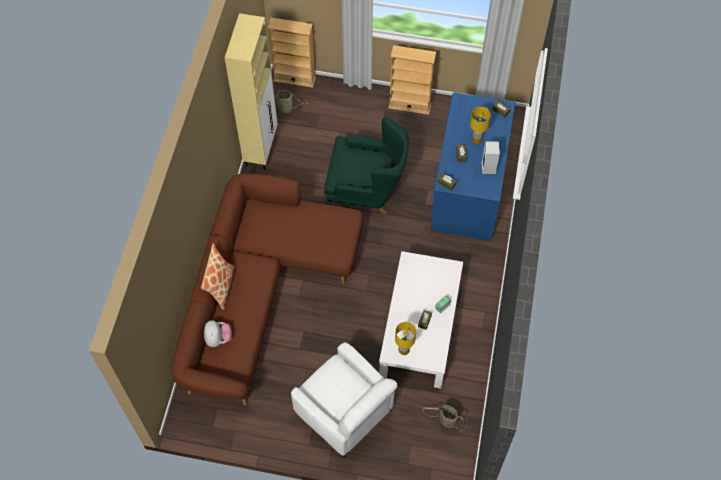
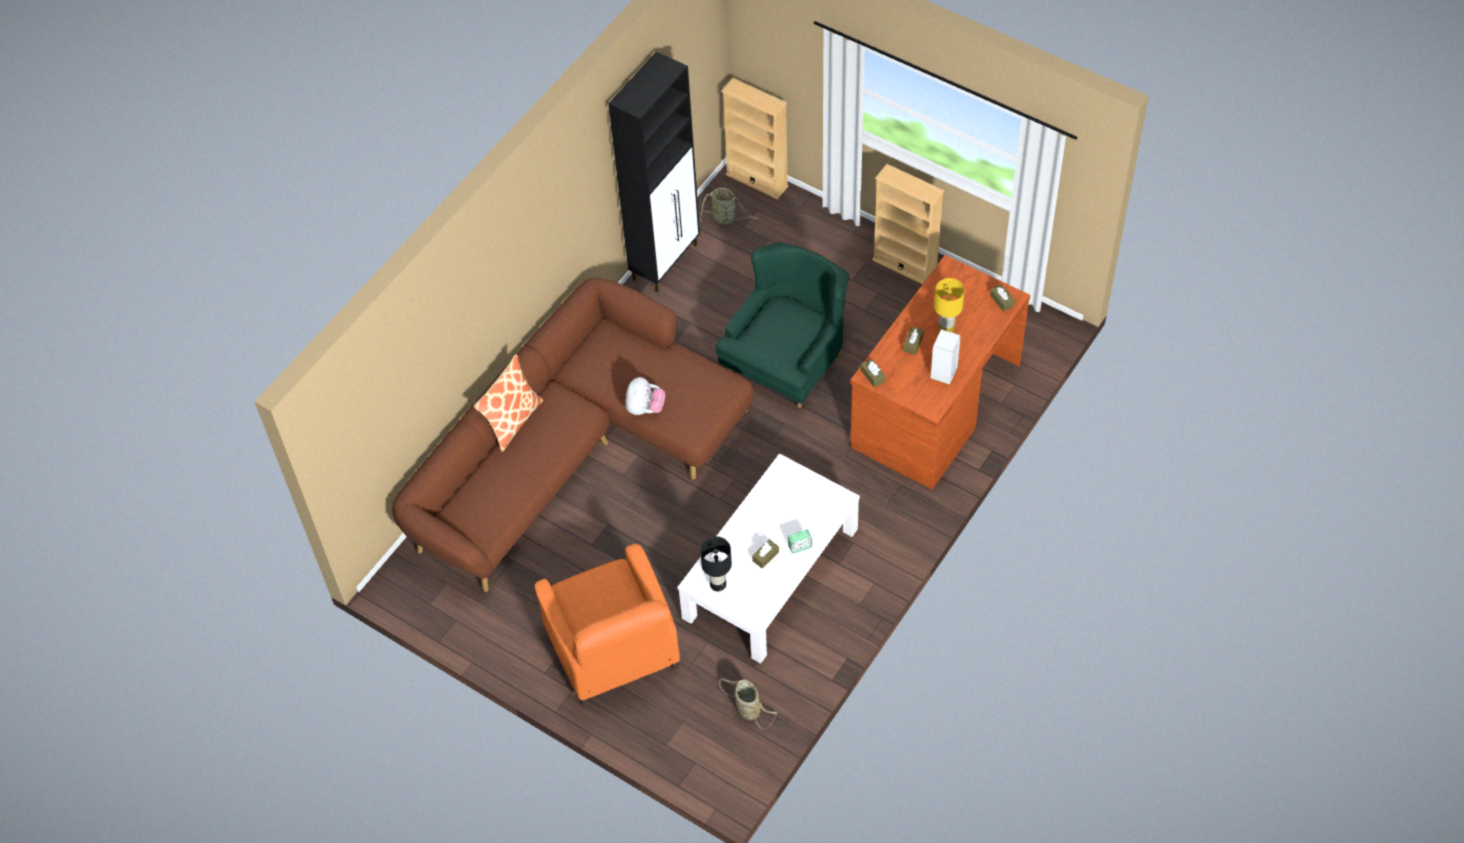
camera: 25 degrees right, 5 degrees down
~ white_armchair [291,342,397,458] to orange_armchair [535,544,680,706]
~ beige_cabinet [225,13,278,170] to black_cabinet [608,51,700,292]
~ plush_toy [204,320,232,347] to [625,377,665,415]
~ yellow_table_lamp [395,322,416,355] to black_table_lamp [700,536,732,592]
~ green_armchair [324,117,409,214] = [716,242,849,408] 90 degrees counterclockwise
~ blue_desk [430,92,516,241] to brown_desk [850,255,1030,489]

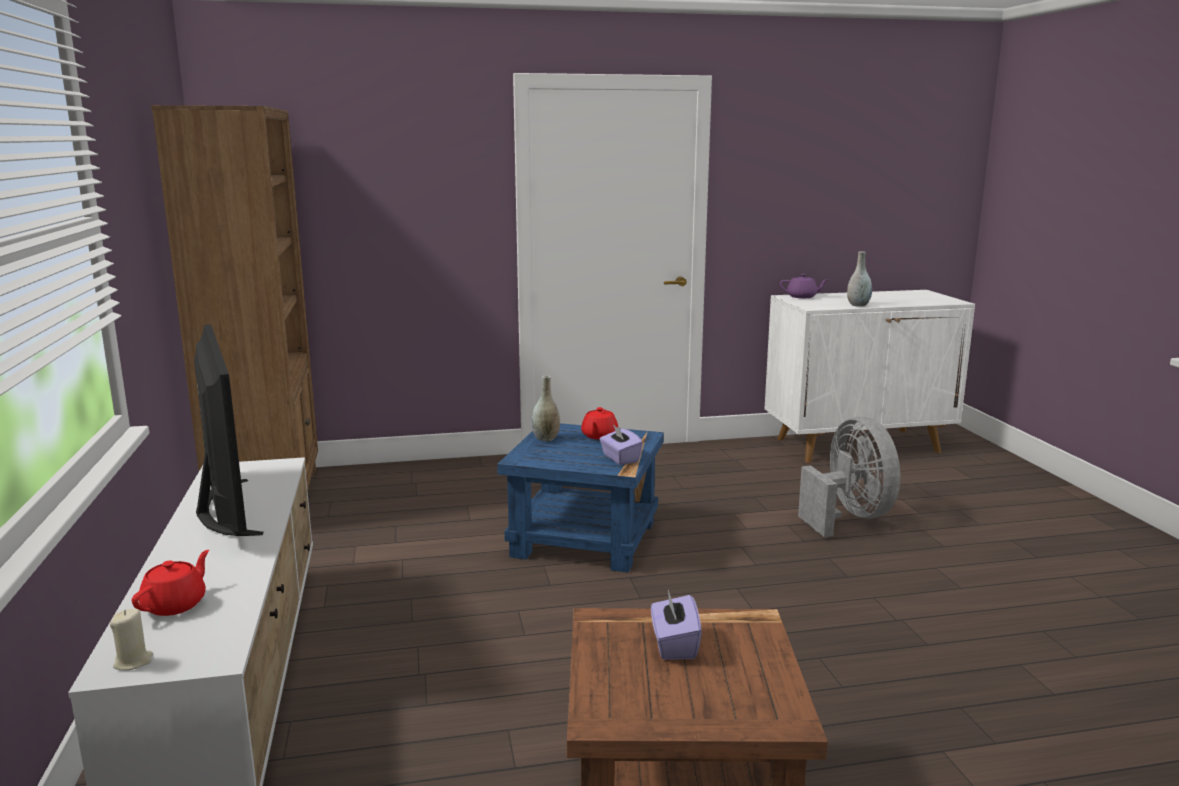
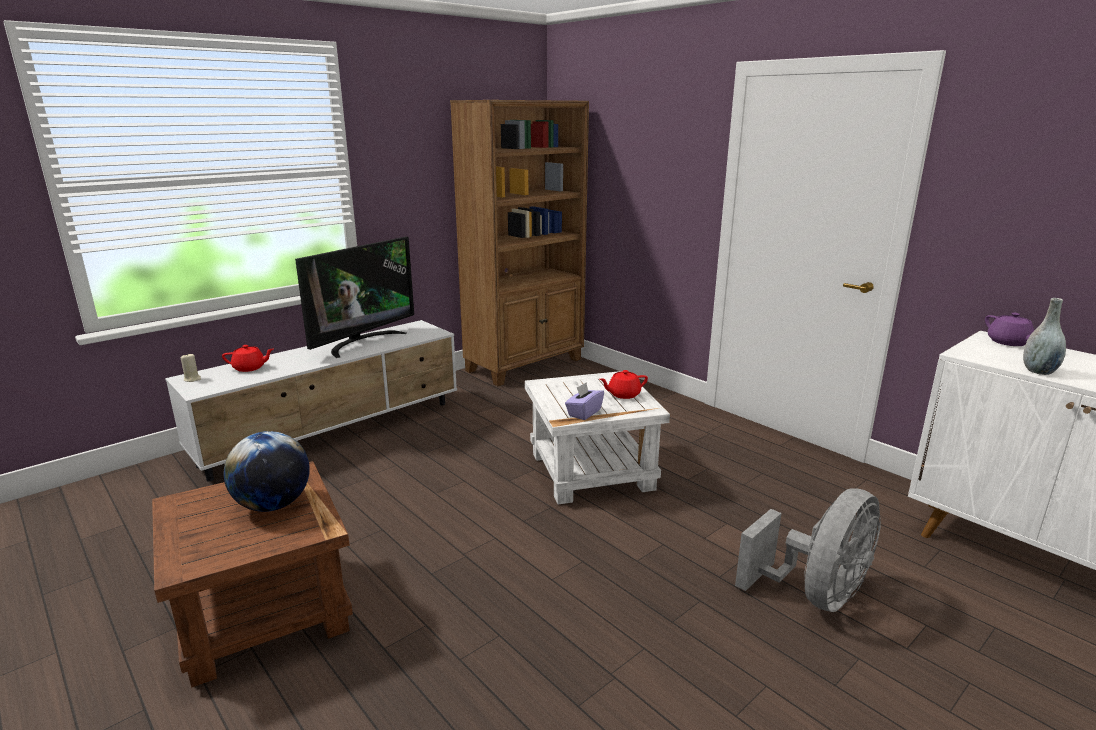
camera: 60 degrees right, 5 degrees up
~ purple_tissue_box [651,590,702,660] to globe [224,431,310,512]
~ blue_side_table [497,423,664,573] to white_side_table [525,371,670,505]
- grey_vase [531,376,560,442]

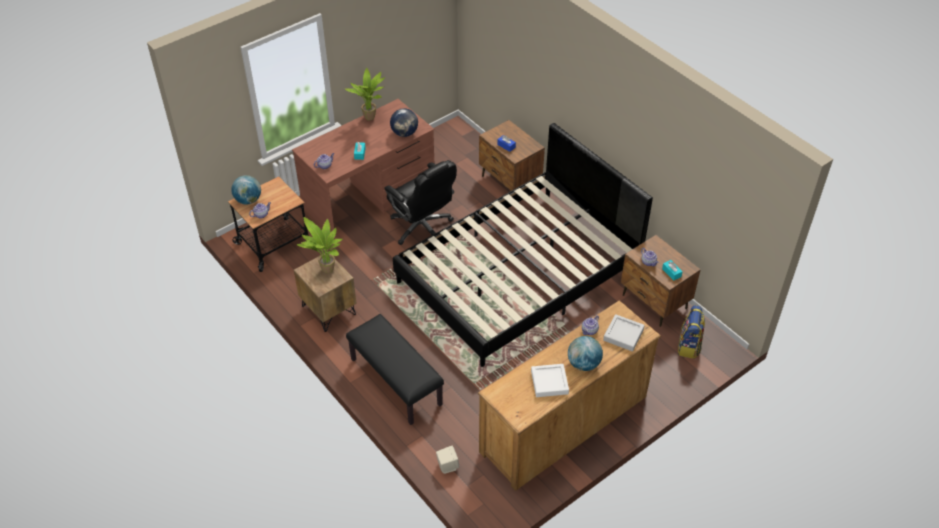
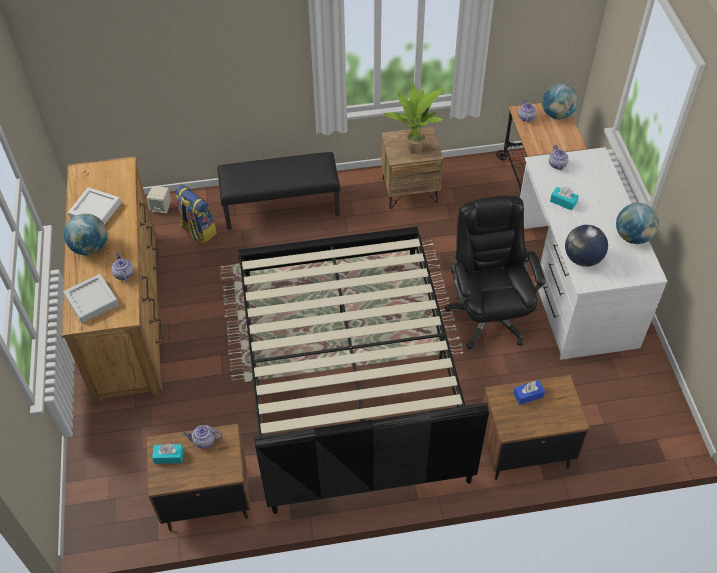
camera: 120 degrees right, 5 degrees up
~ backpack [678,306,705,359] to [175,185,217,244]
~ black_office_chair [384,160,457,245] = [445,195,546,349] 90 degrees clockwise
~ brown_desk [292,99,434,239] to white_desk [520,147,668,360]
~ potted_plant [344,68,385,121] to globe [616,203,659,244]

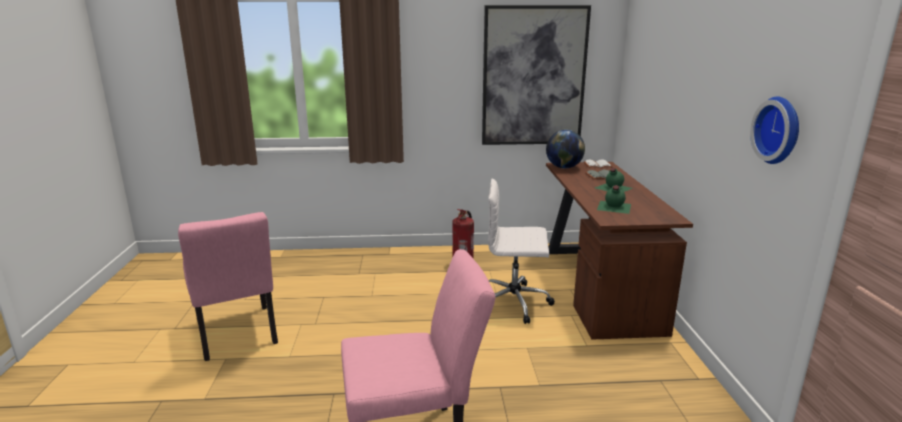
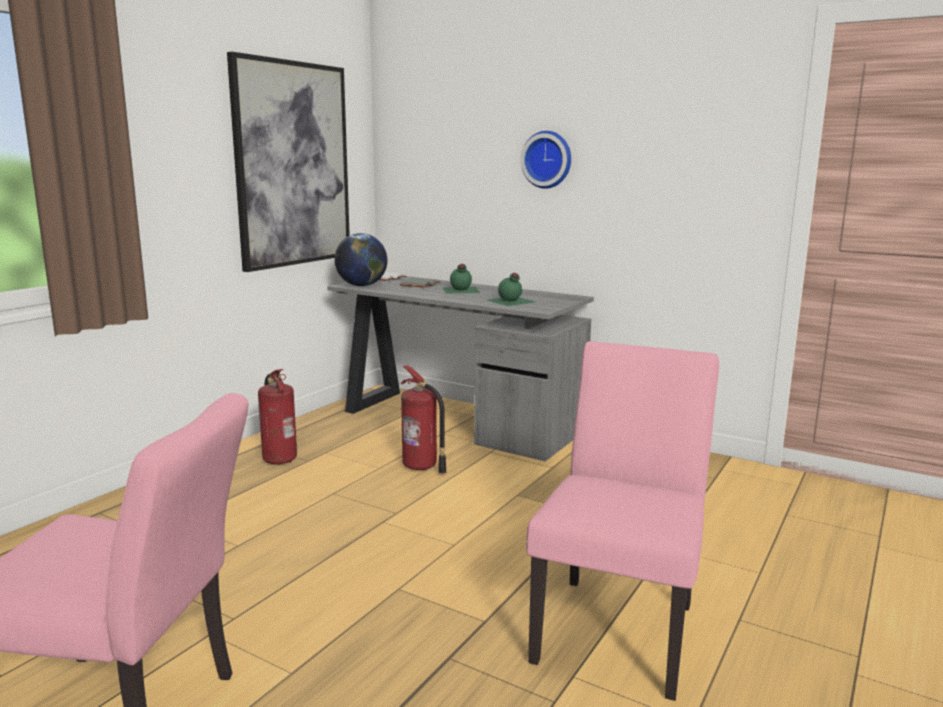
camera: 55 degrees left, 5 degrees down
~ brown_desk [546,162,693,340] to grey_desk [327,276,594,461]
~ white_office_chair [488,179,555,324] to fire_extinguisher [400,365,447,474]
~ wall_clock [750,97,799,164] to [521,131,571,189]

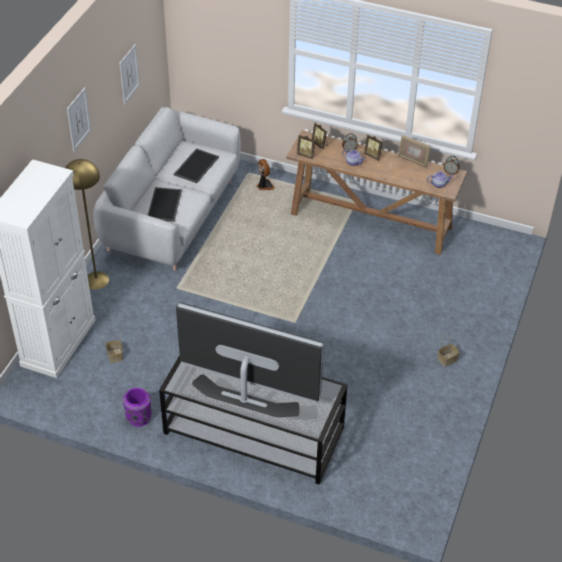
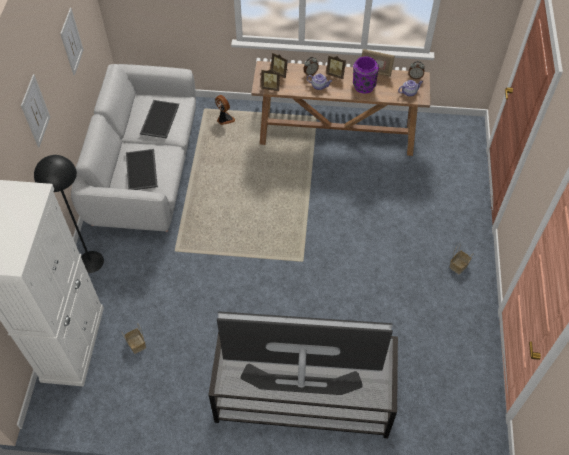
camera: 15 degrees left, 10 degrees up
~ yellow_floor_lamp [65,159,109,290] to black_floor_lamp [34,155,104,273]
~ purple_vase [123,388,152,427] to [353,56,379,94]

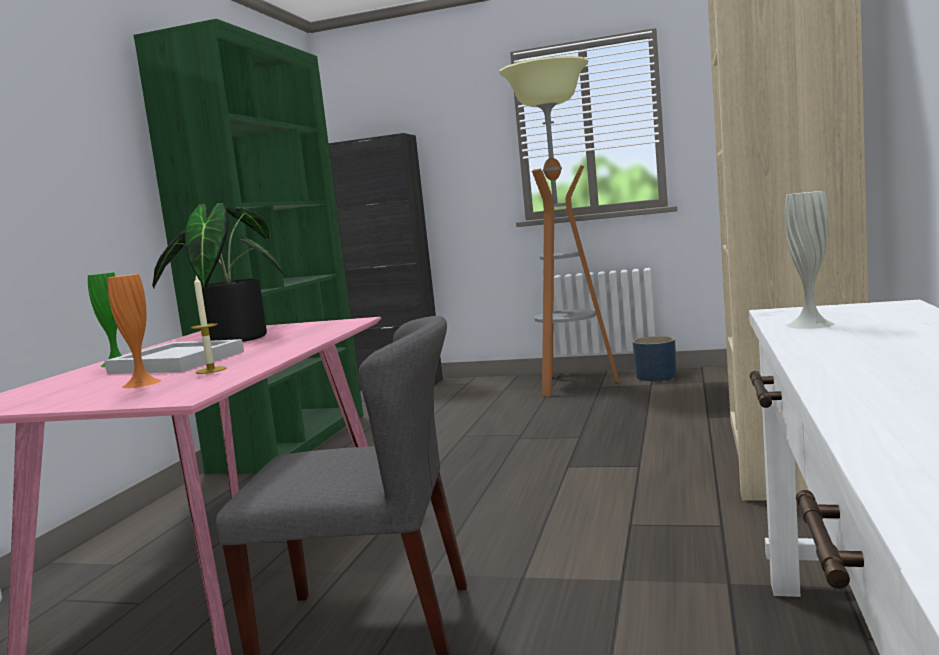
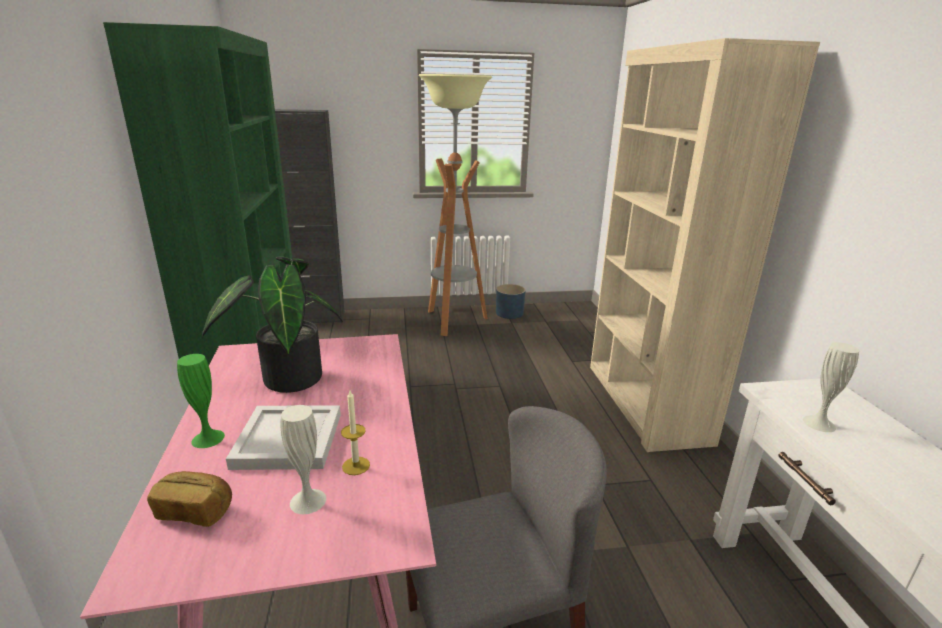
camera: 25 degrees left, 15 degrees up
+ bread [147,471,232,527]
~ orange_vase [108,274,161,388] to white_vase [281,405,326,514]

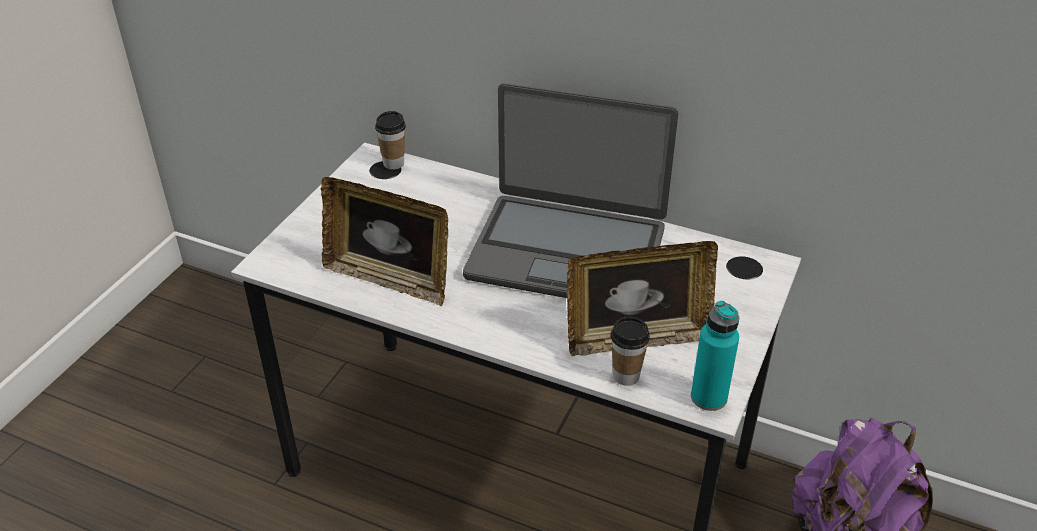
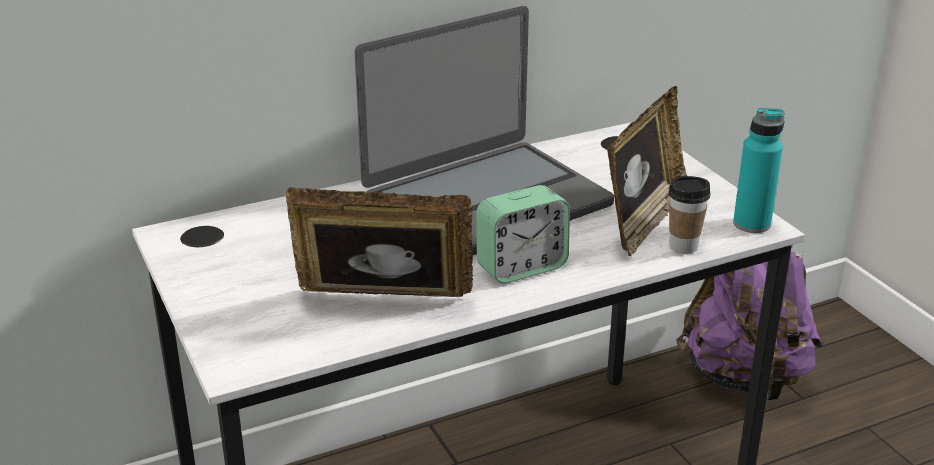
camera: 50 degrees left, 10 degrees down
~ picture_frame [321,177,448,306] = [286,187,473,297] 150 degrees counterclockwise
+ alarm_clock [476,185,570,284]
- cup [375,111,406,170]

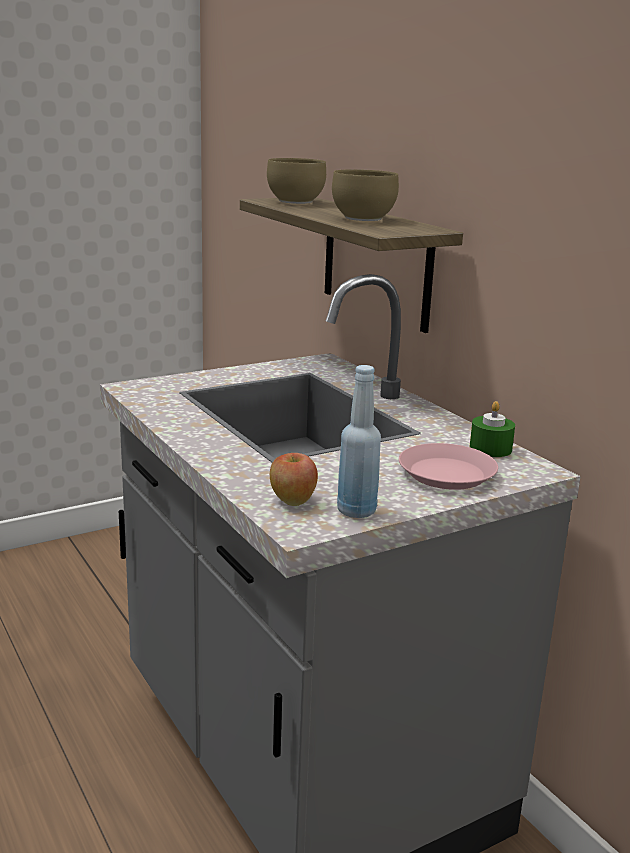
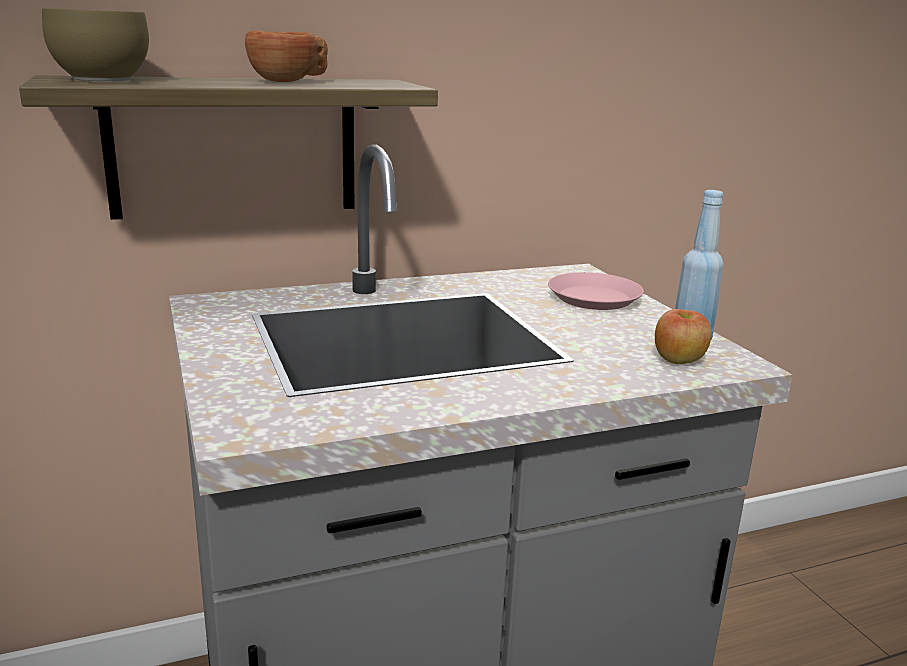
camera: 80 degrees left, 0 degrees up
~ brown_bowl [332,169,399,221] to brown_cup [245,30,328,82]
- green_candle [470,401,515,457]

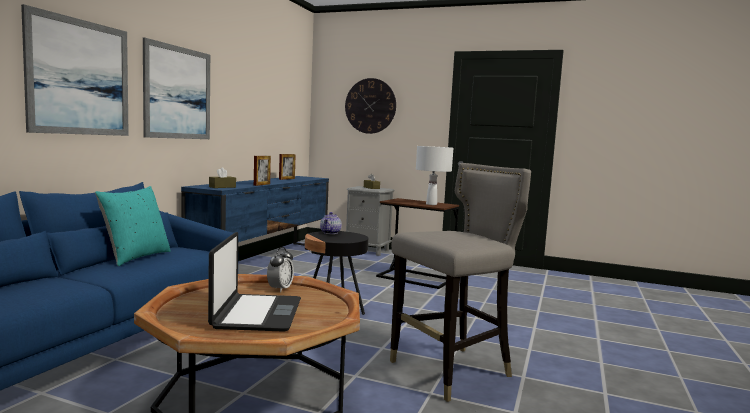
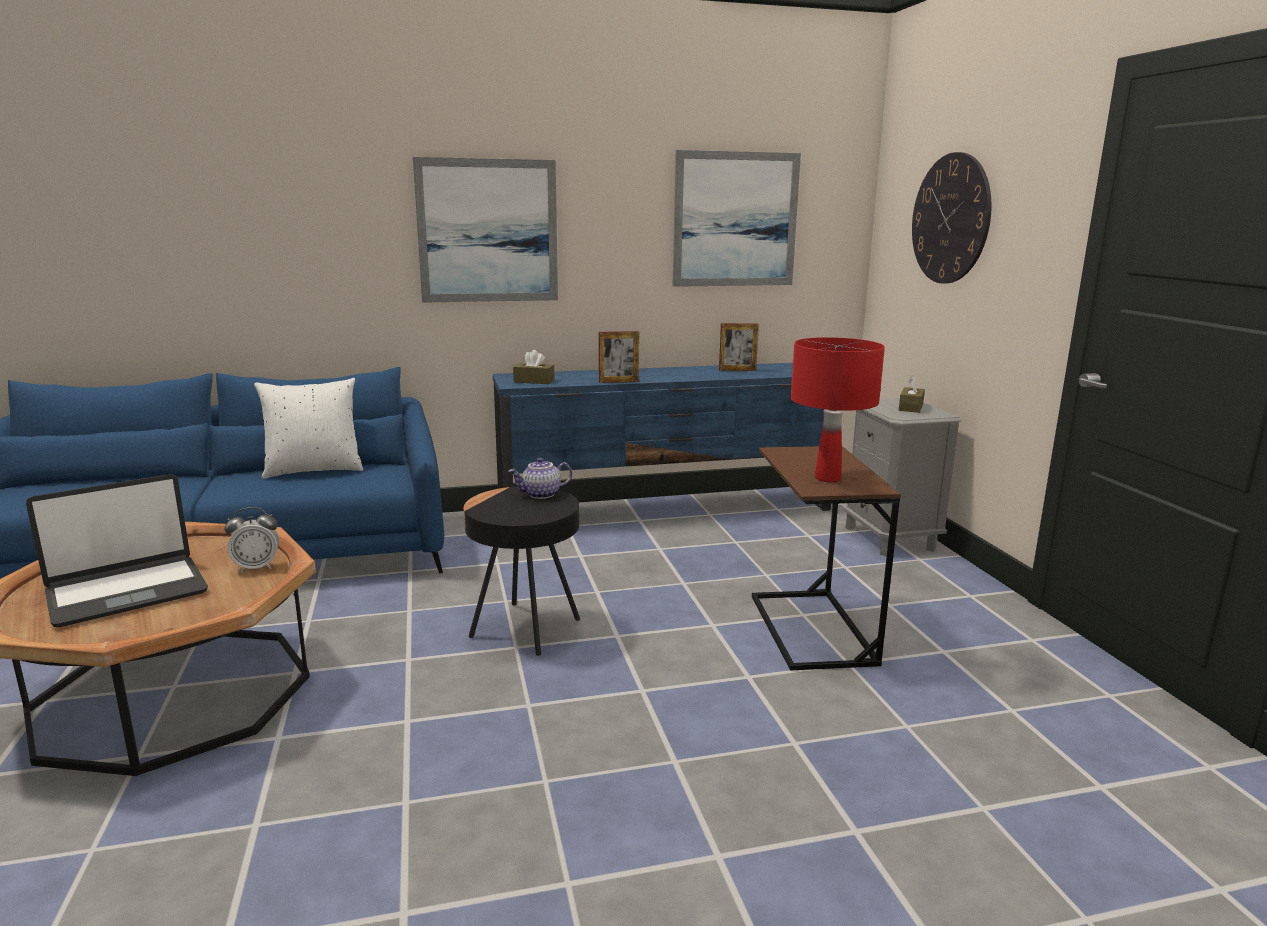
camera: 55 degrees right, 10 degrees up
~ turquoise_pillow [95,186,171,266] to white_pillow [254,378,363,479]
~ picture [21,4,129,136] to [673,150,801,287]
~ white_table_lamp [416,146,453,205] to red_table_lamp [791,337,885,482]
- grey_stool [390,163,531,402]

